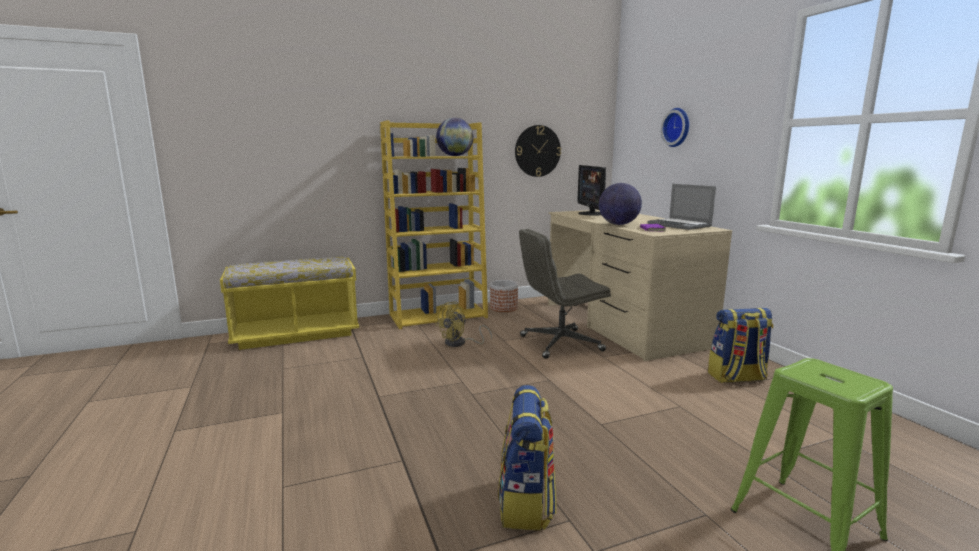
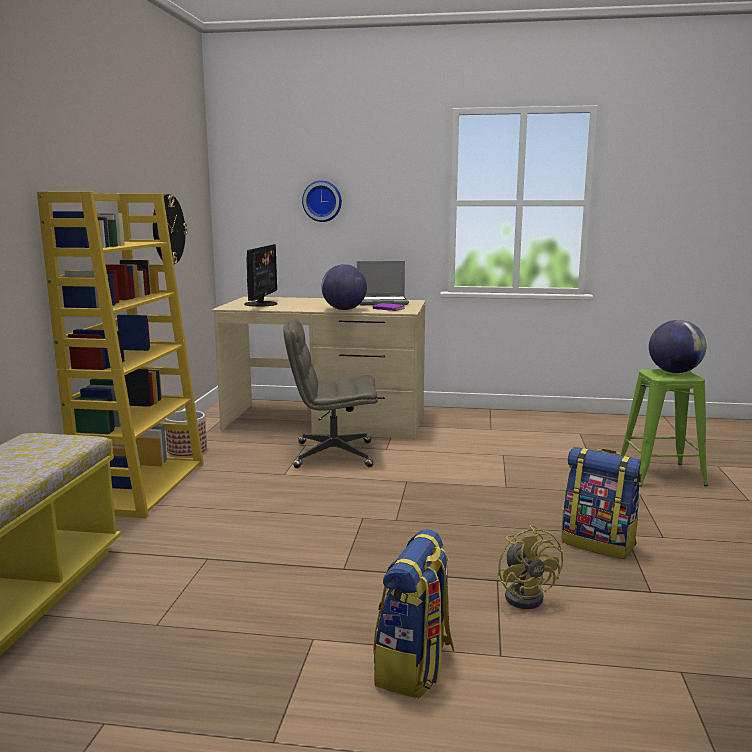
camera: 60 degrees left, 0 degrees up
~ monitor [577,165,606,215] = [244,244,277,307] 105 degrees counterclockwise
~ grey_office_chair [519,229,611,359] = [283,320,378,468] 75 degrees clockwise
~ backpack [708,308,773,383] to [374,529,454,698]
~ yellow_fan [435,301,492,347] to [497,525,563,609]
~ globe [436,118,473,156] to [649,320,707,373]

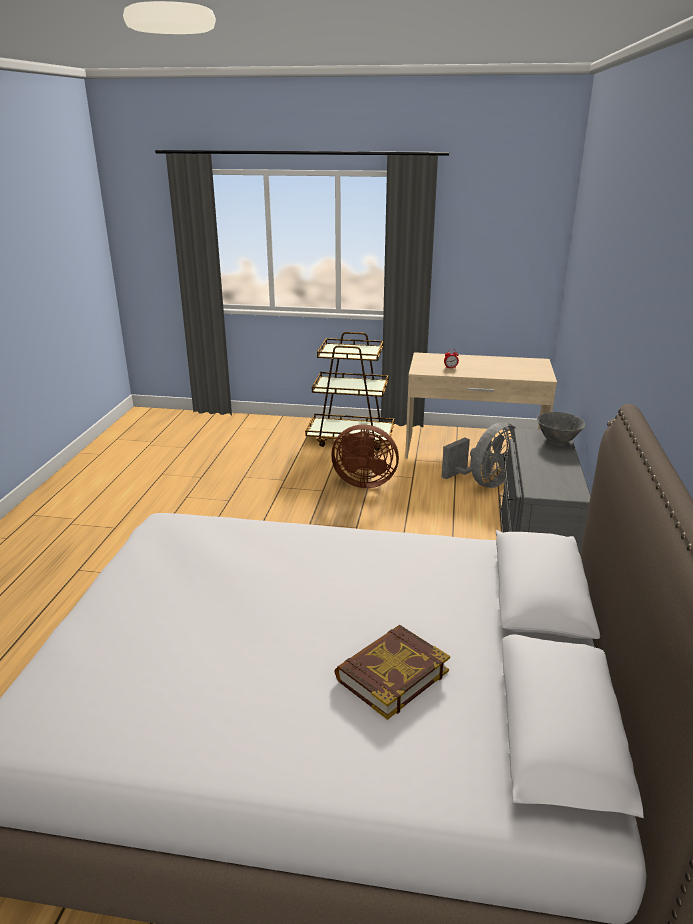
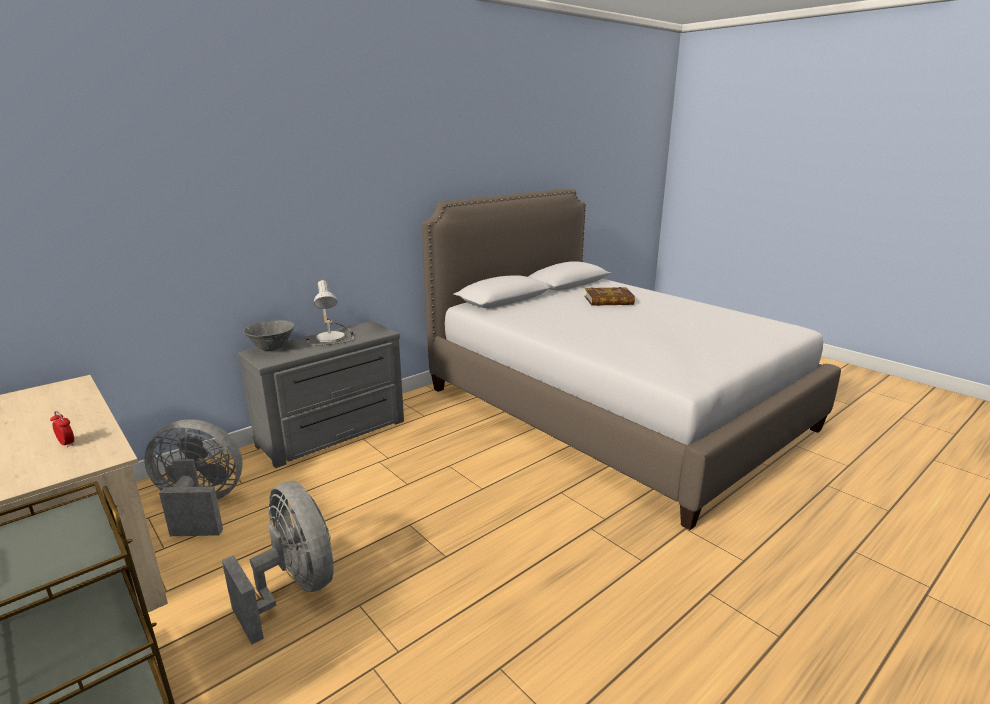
camera: 140 degrees left, 5 degrees down
~ brown_fan [331,425,399,488] to grey_fan [222,481,334,644]
+ table_lamp [305,280,355,346]

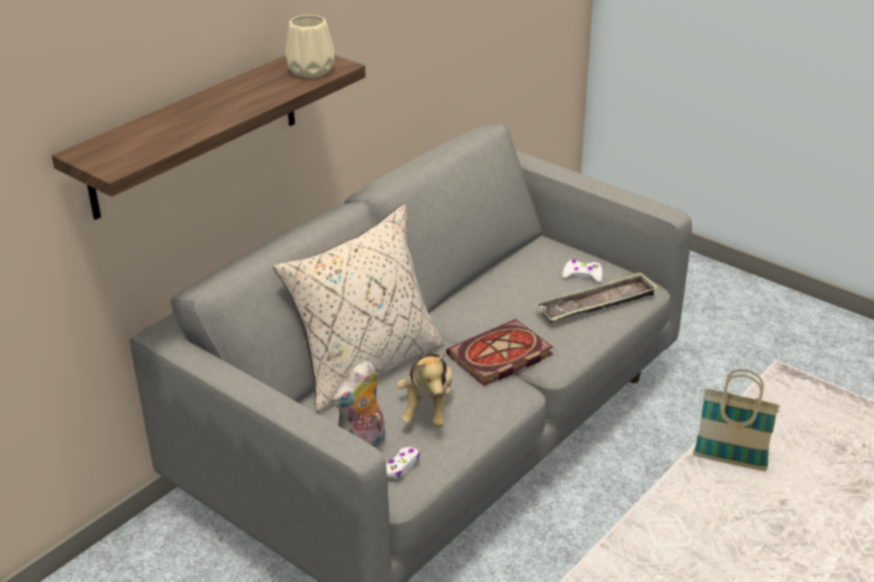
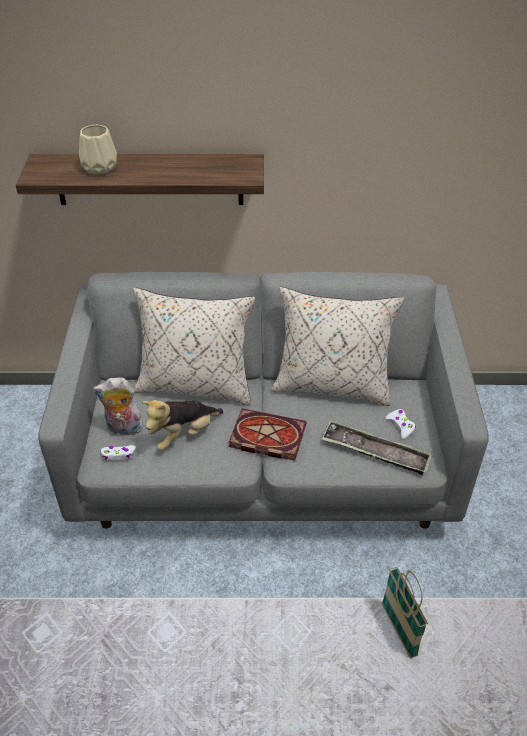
camera: 50 degrees right, 10 degrees up
~ beige_vase [285,15,334,78] to [79,125,117,174]
+ beige_pillow [272,287,404,406]

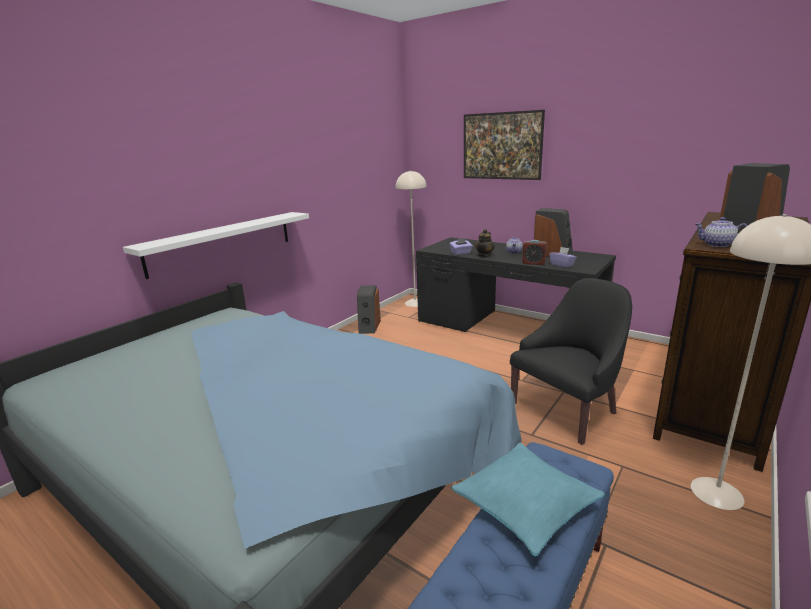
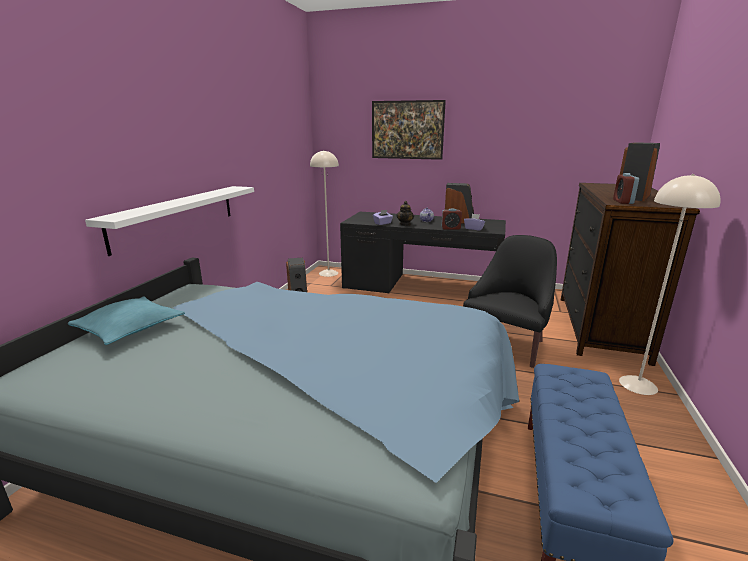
camera: 20 degrees left, 0 degrees up
~ turquoise_pillow [451,443,605,557] to [68,296,185,345]
~ teapot [694,217,747,247] to alarm_clock [613,173,639,204]

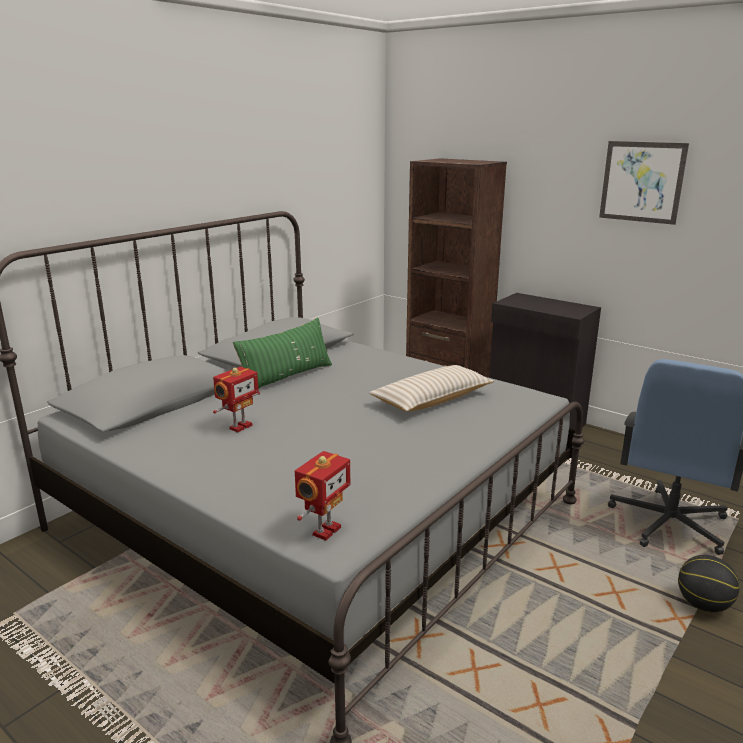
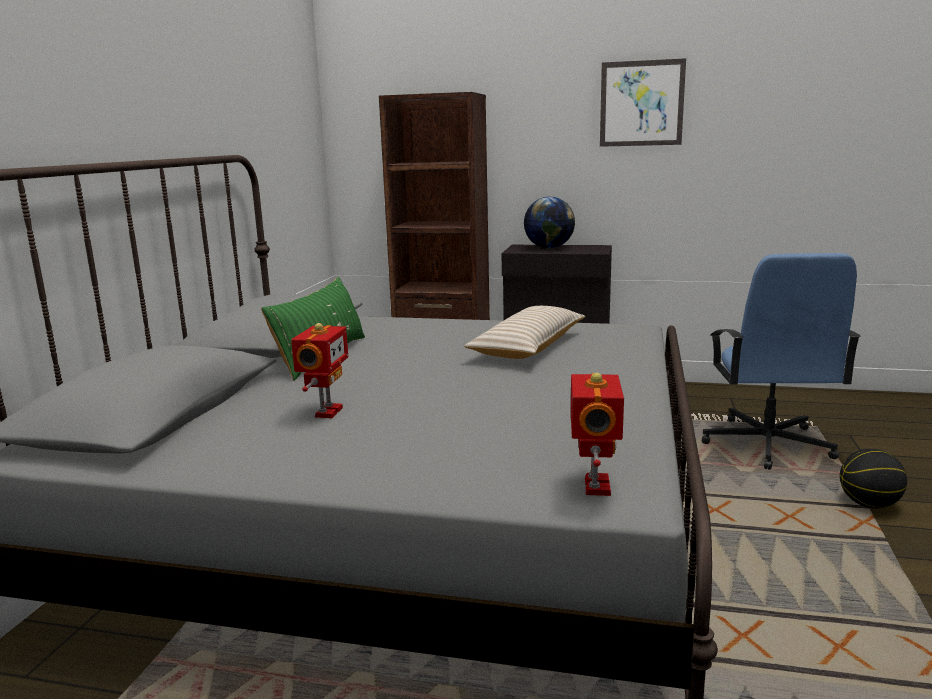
camera: 25 degrees left, 5 degrees down
+ globe [524,197,575,248]

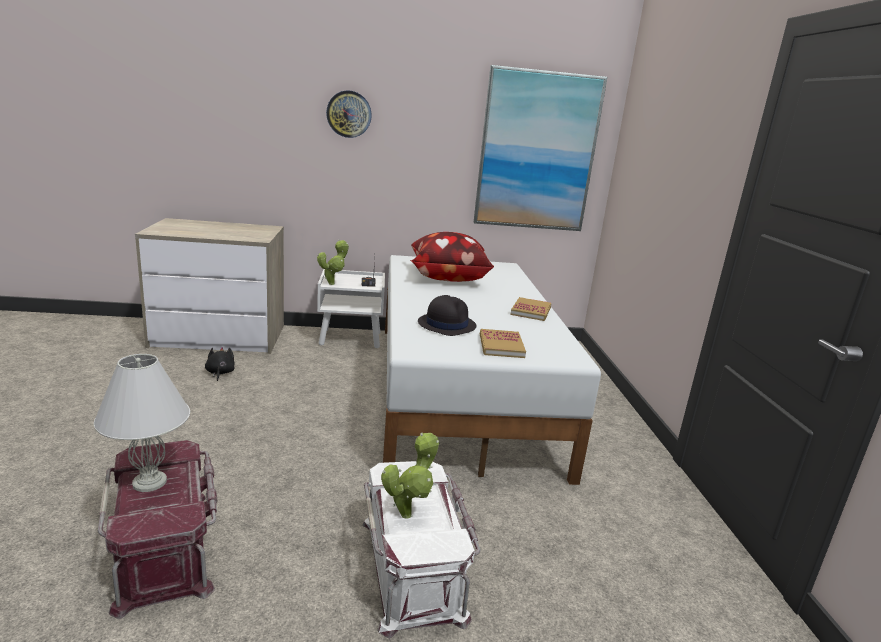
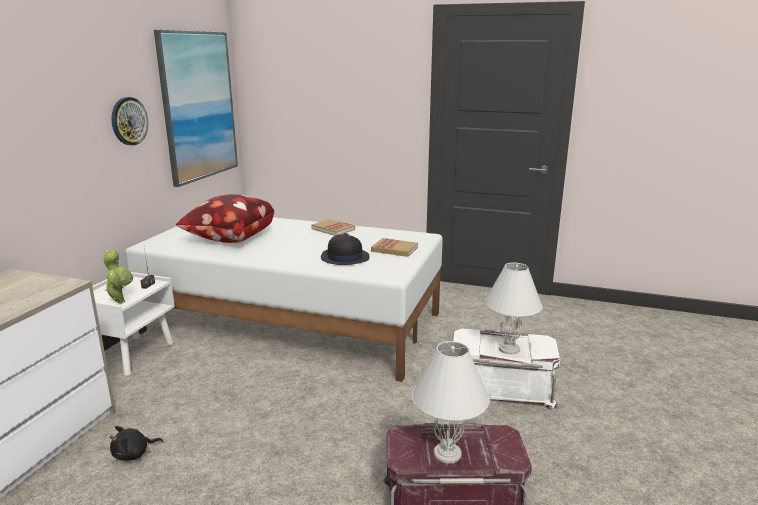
camera: 65 degrees left, 0 degrees up
~ black_plush_toy [205,347,235,381] = [109,426,163,461] 45 degrees counterclockwise
~ wall_clock [326,90,372,138] to [111,97,148,145]
~ potted_plant [381,433,439,519] to white_table_lamp [485,263,543,354]

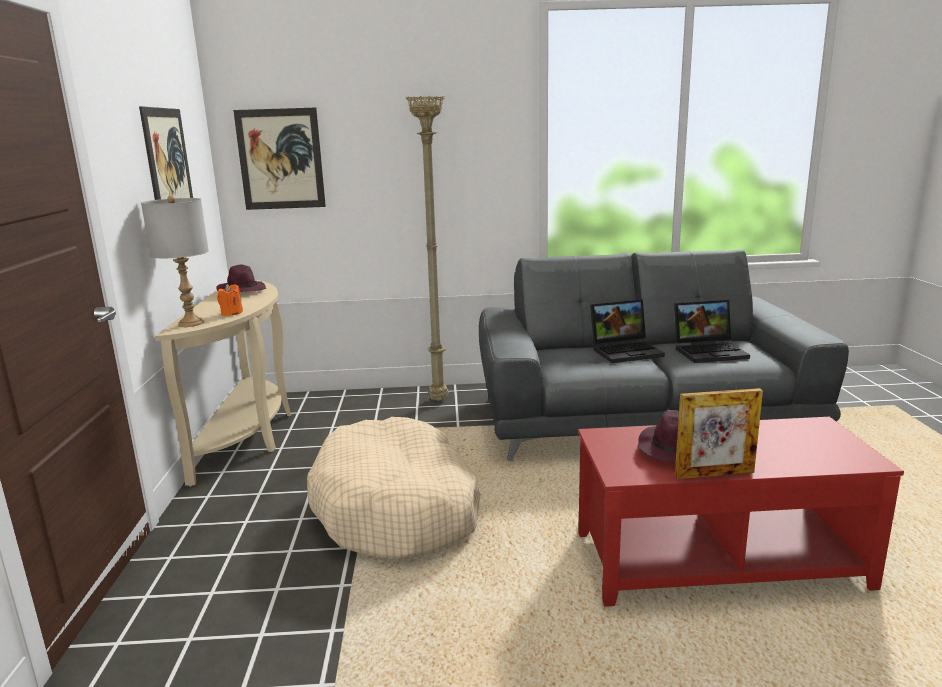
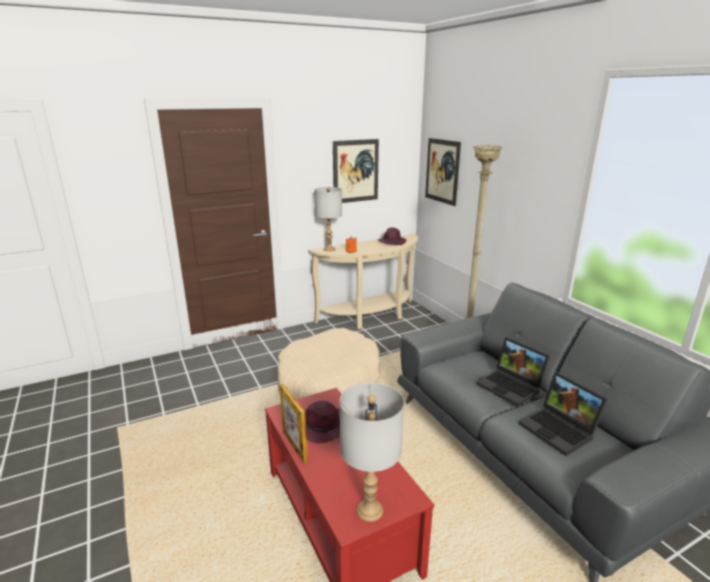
camera: 65 degrees right, 5 degrees up
+ grey_table_lamp [340,382,404,522]

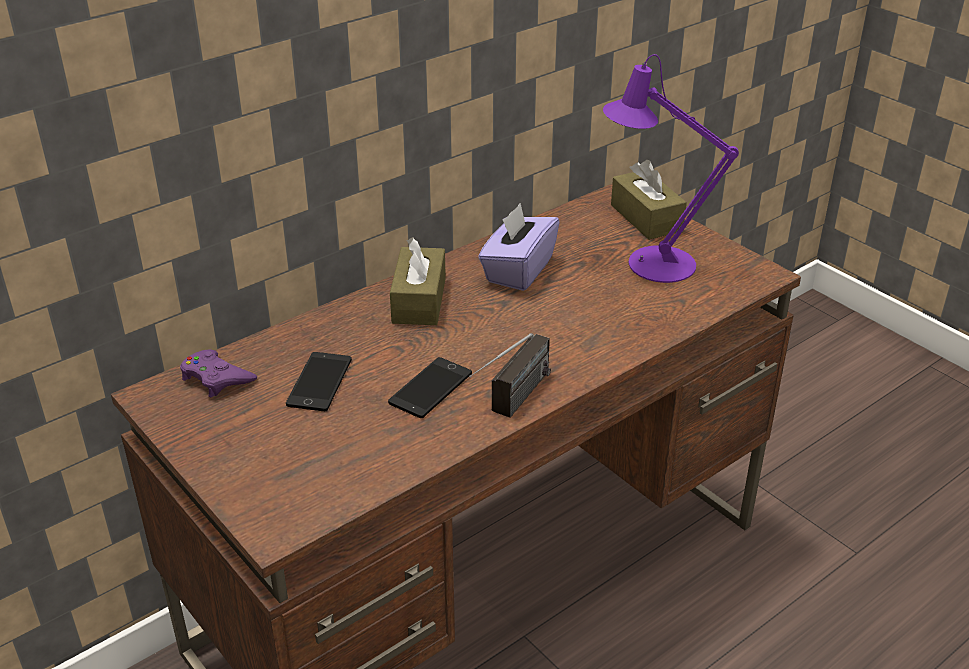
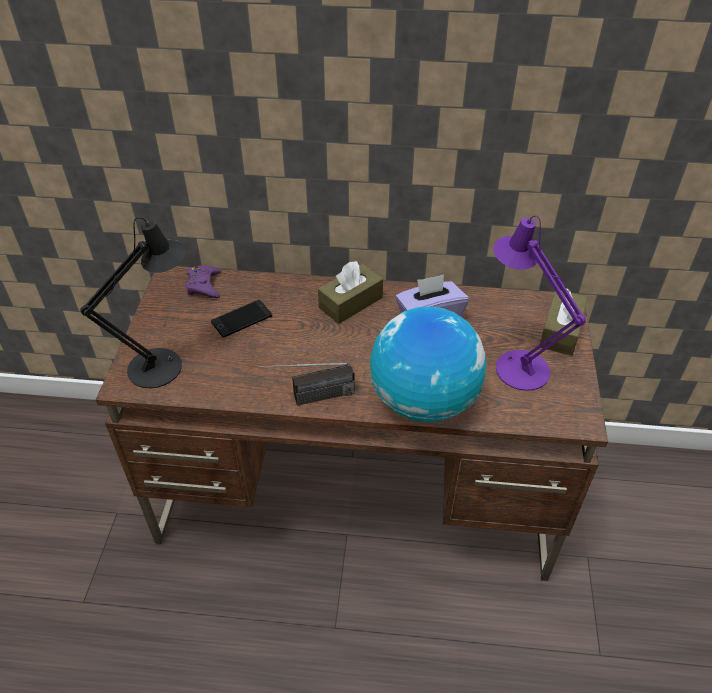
camera: 45 degrees right, 10 degrees up
+ black_table_lamp [80,217,186,388]
+ globe [370,306,486,422]
- phone [388,357,472,418]

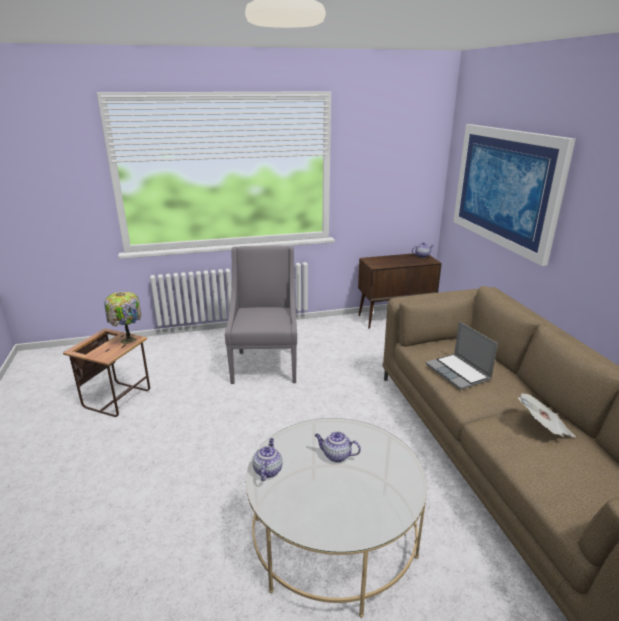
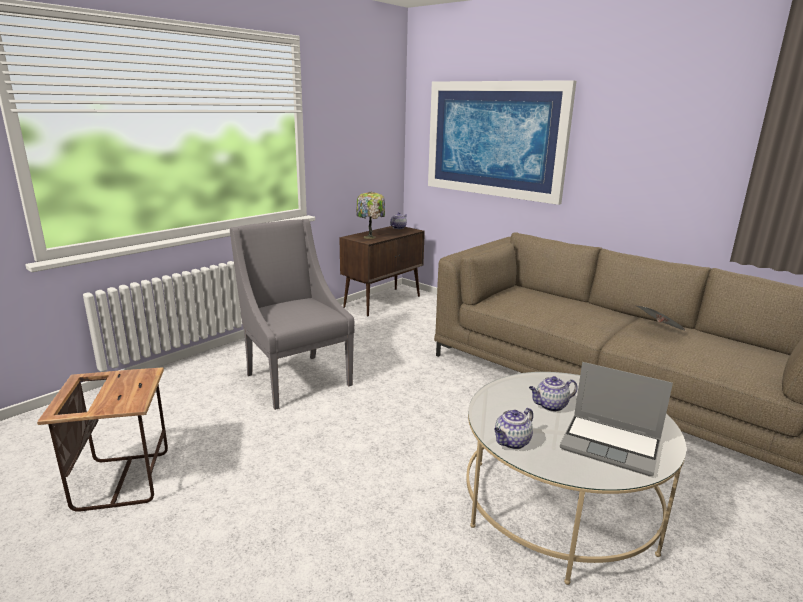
camera: 35 degrees left, 5 degrees down
~ table_lamp [104,292,141,344] to [356,191,385,239]
~ teapot [253,438,283,481] = [494,408,533,449] 105 degrees counterclockwise
~ laptop [426,321,498,390] to [560,362,673,476]

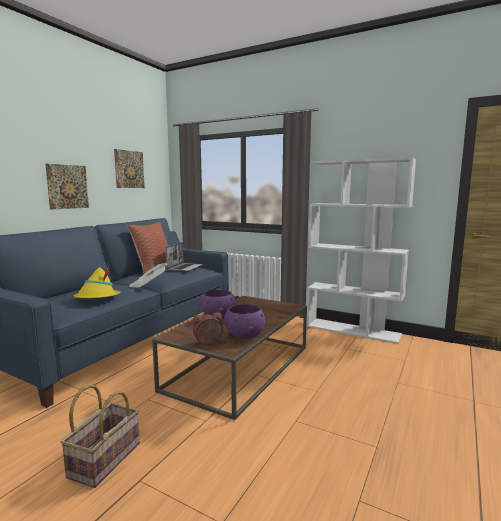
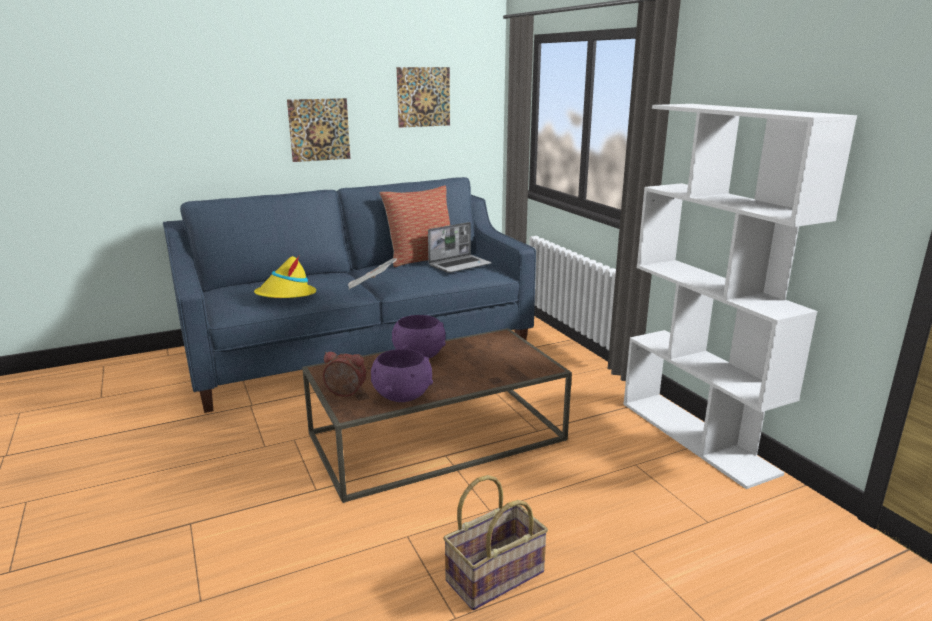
camera: 35 degrees right, 10 degrees up
~ basket [60,384,140,488] to [443,475,548,610]

